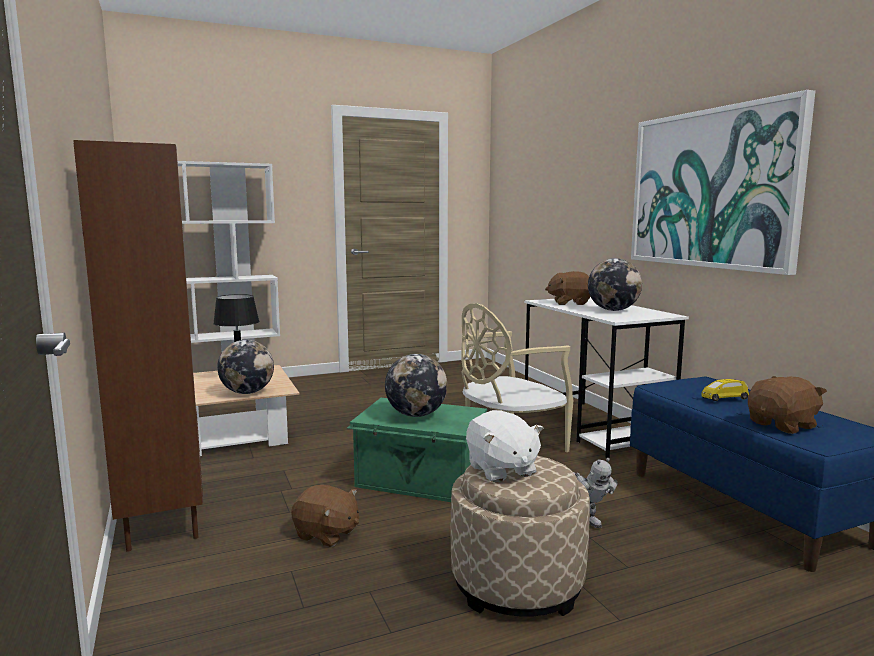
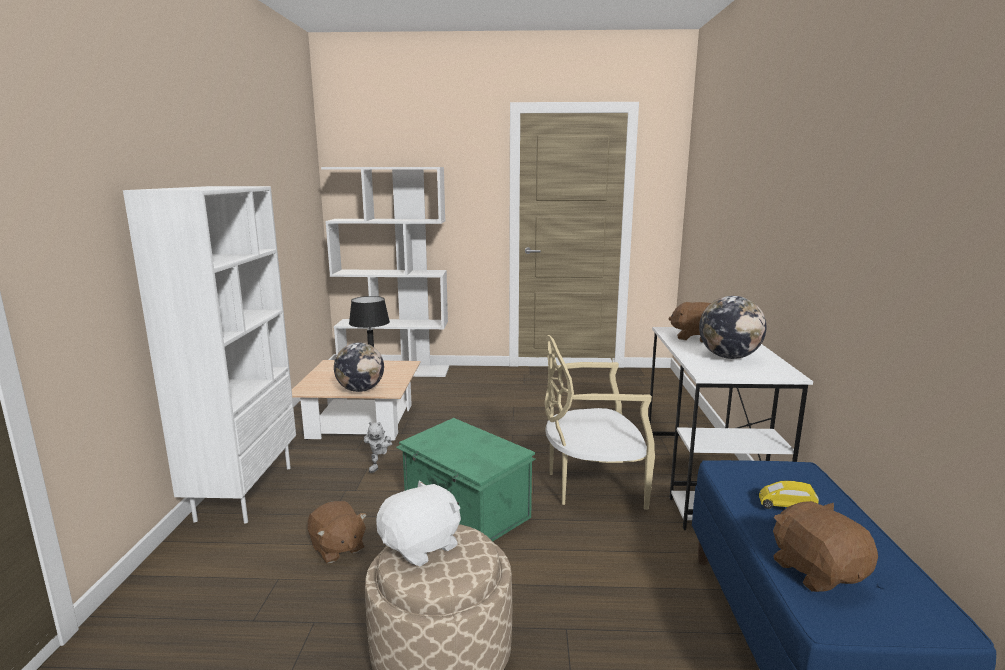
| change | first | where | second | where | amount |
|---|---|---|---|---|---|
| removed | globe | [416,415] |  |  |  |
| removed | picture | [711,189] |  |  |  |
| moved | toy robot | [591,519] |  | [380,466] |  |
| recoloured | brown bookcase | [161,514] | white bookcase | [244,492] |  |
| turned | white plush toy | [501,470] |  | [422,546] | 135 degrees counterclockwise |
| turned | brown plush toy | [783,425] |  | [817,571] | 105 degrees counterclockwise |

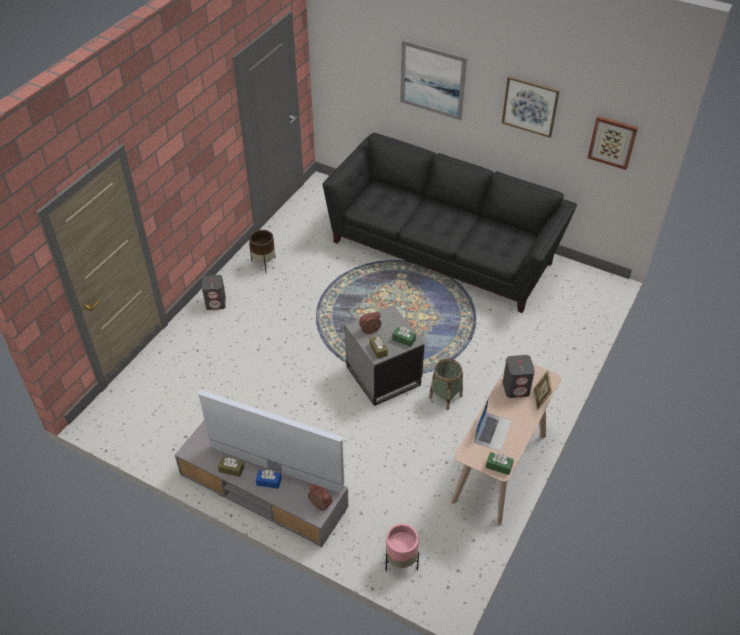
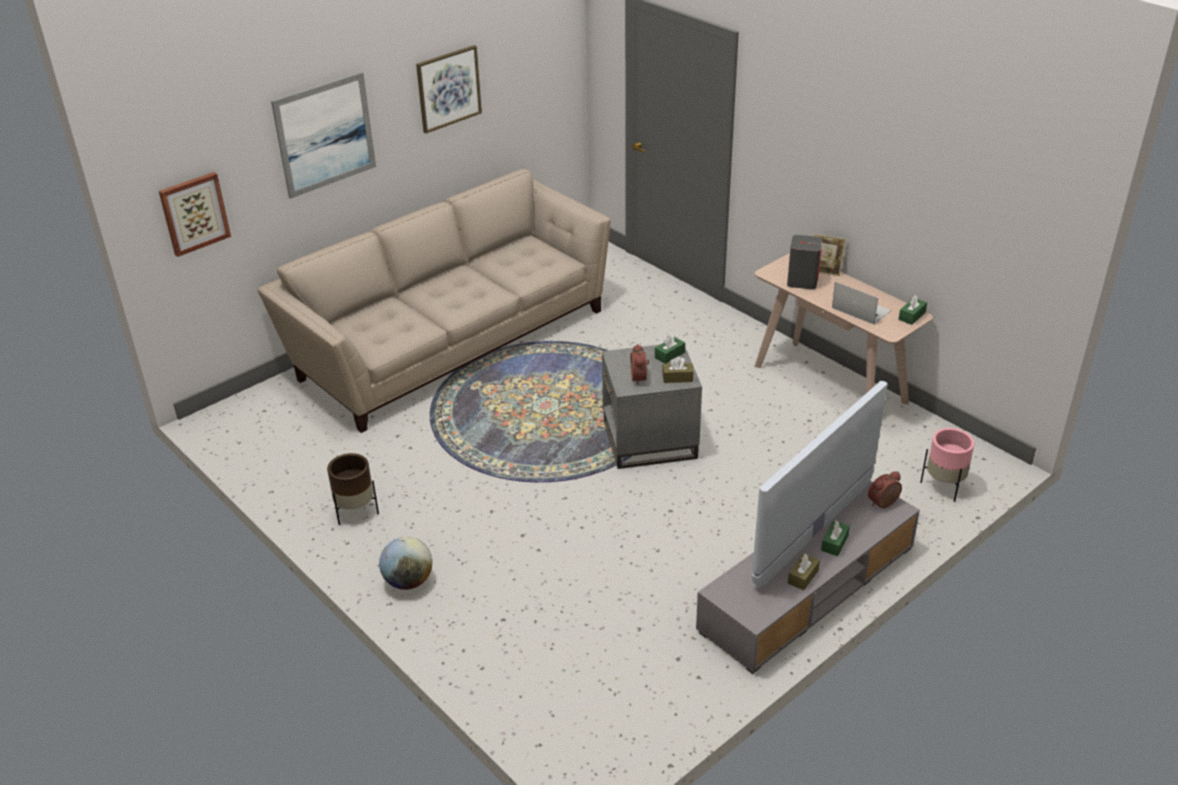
| change | first | where | second | where | amount |
|---|---|---|---|---|---|
| removed | basket | [445,396] |  |  |  |
| moved | picture | [612,142] |  | [194,213] |  |
| replaced | grey speaker | [216,303] | globe | [408,581] |  |
| recoloured | blue tissue box | [269,482] | green tissue box | [834,543] |  |
| recoloured | black sofa | [444,249] | beige sofa | [450,341] |  |

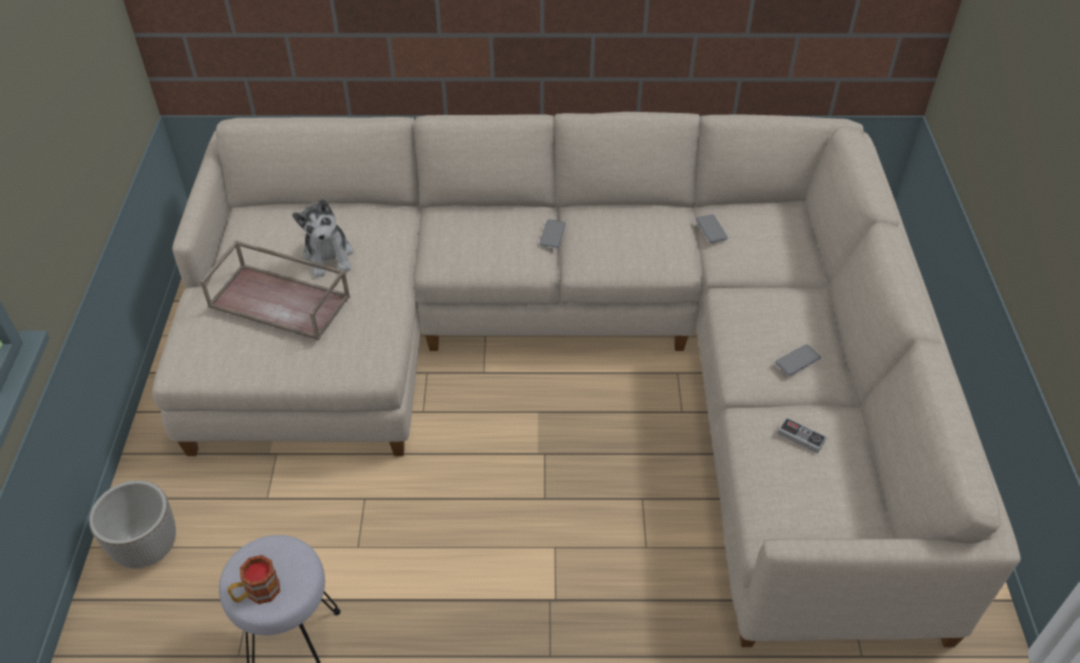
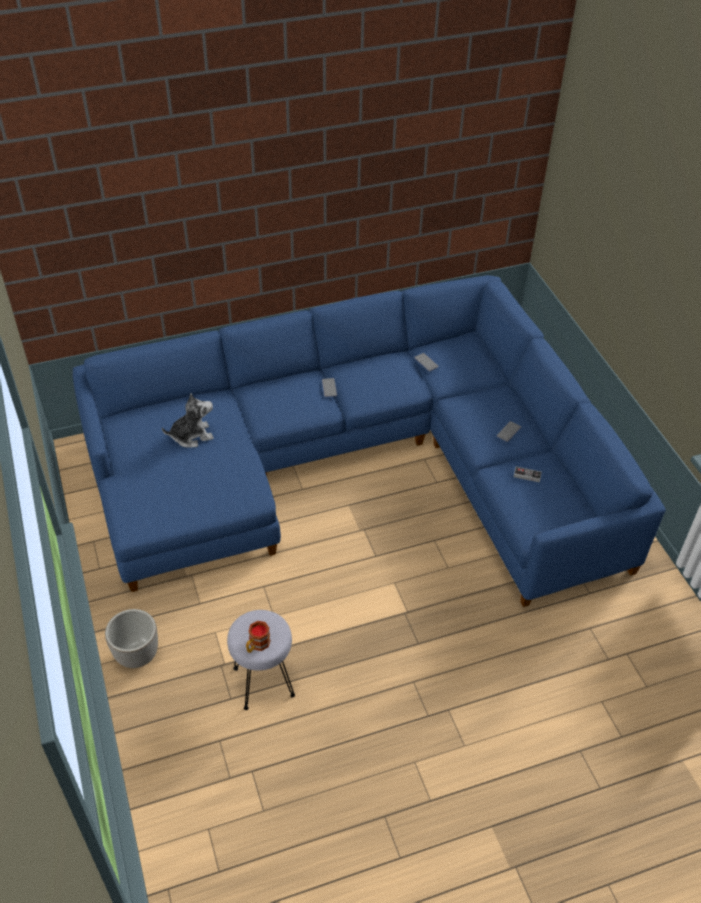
| change | first | where | second | where | amount |
|---|---|---|---|---|---|
| removed | brown tray | [281,301] |  |  |  |
| recoloured | beige sofa | [578,357] | blue sofa | [358,464] |  |
| turned | plush toy | [329,256] |  | [191,435] | 75 degrees counterclockwise |

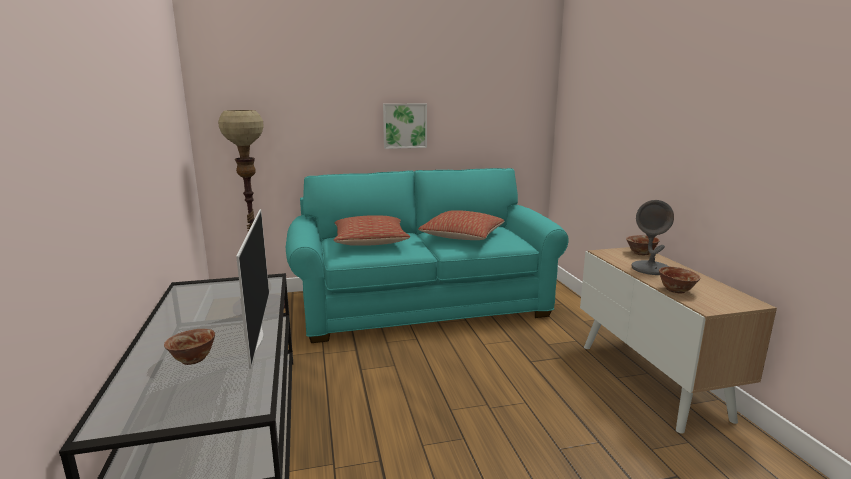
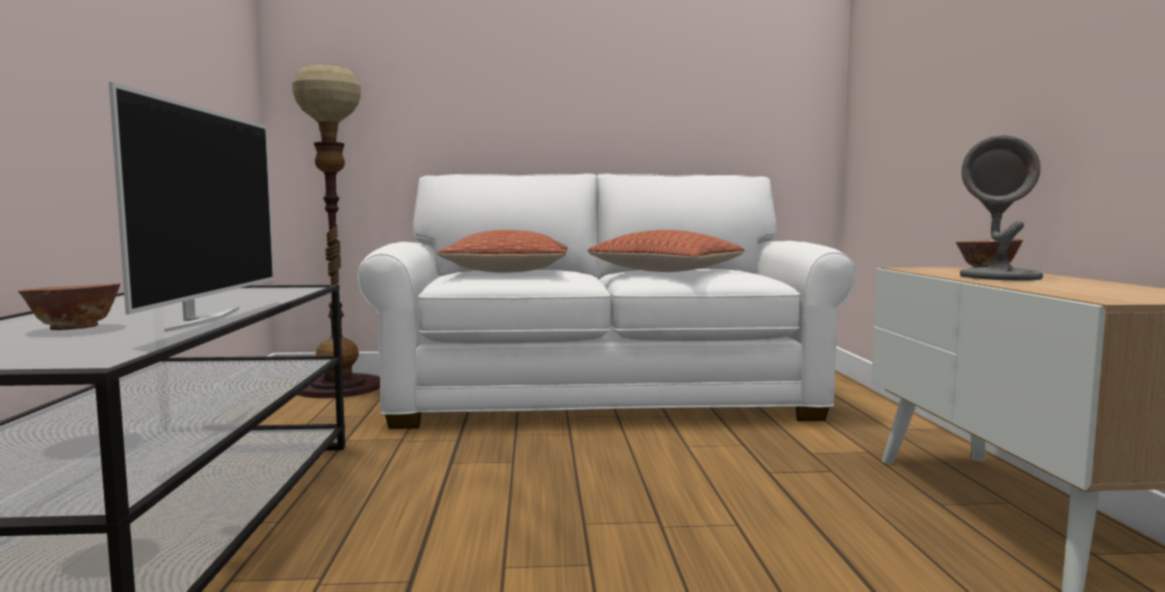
| change | first | where | second | where | amount |
|---|---|---|---|---|---|
| removed | picture | [404,125] |  |  |  |
| removed | bowl | [676,290] |  |  |  |
| recoloured | turquoise sofa | [423,304] | white sofa | [602,397] |  |

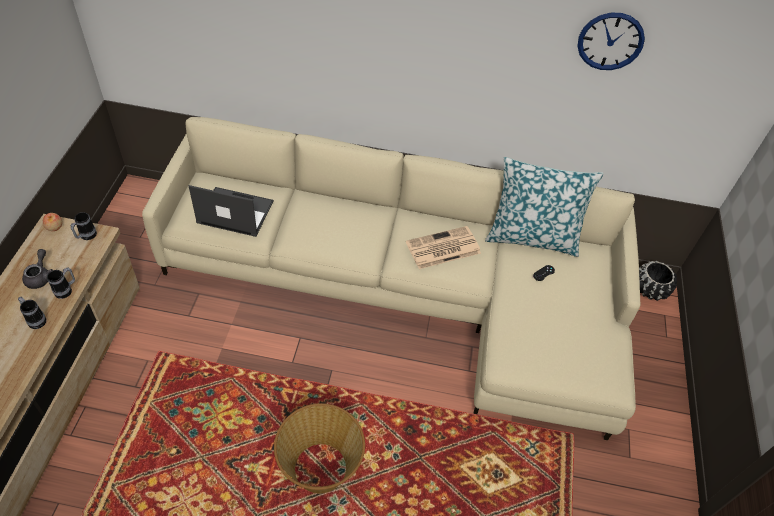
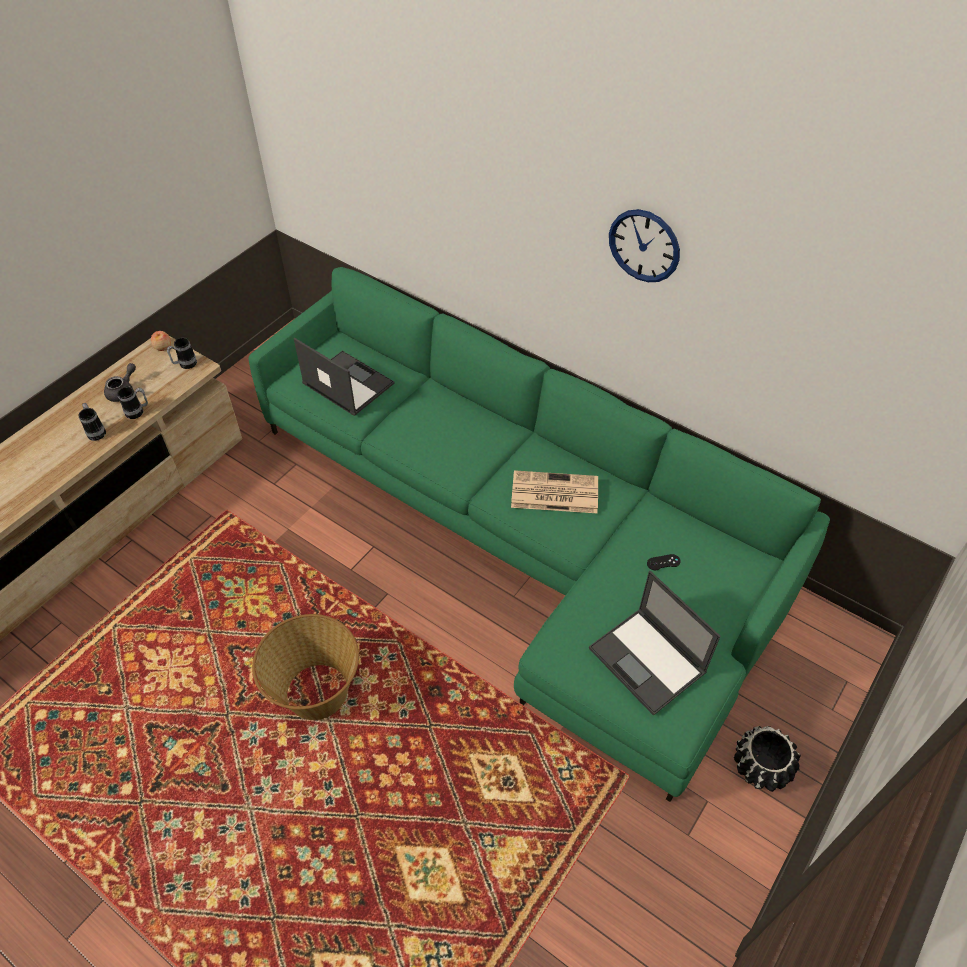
| change | first | where | second | where | amount |
|---|---|---|---|---|---|
| removed | pillow | [532,237] |  |  |  |
| added |  |  | laptop | [648,661] |  |
| moved | wall clock | [610,41] |  | [644,246] |  |
| moved | black planter | [650,289] |  | [761,767] |  |
| recoloured | beige sofa | [411,290] | green sofa | [527,537] |  |

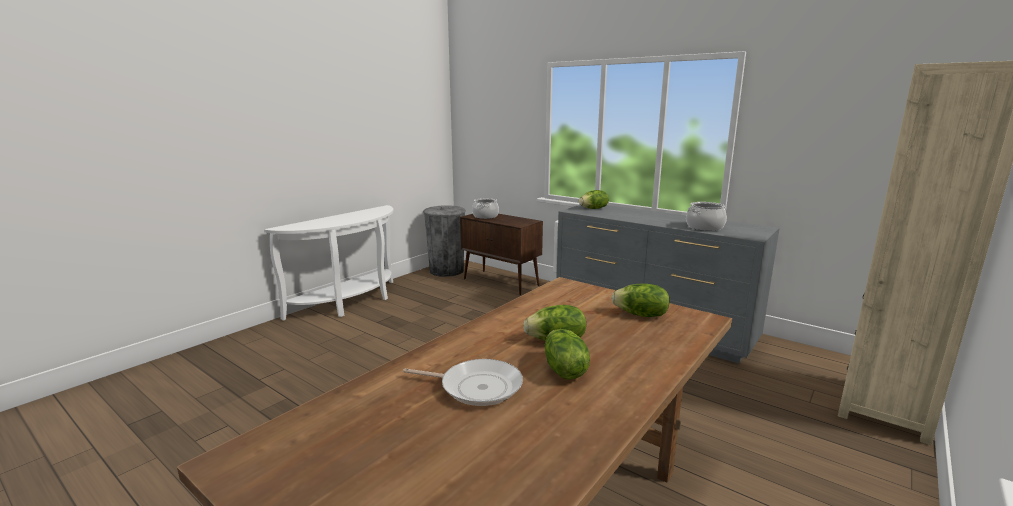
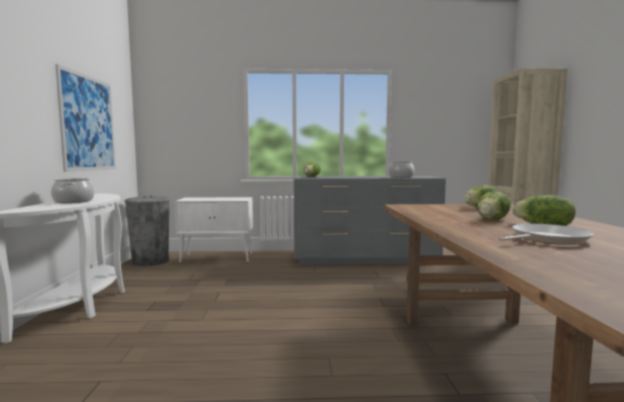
| change | first | where | second | where | amount |
|---|---|---|---|---|---|
| added |  |  | picture | [88,123] |  |
| moved | cooking pot | [485,216] |  | [74,201] |  |
| recoloured | brown cabinet | [501,282] | white cabinet | [217,258] |  |

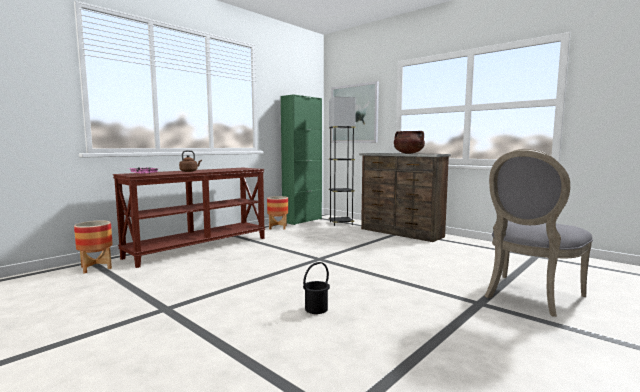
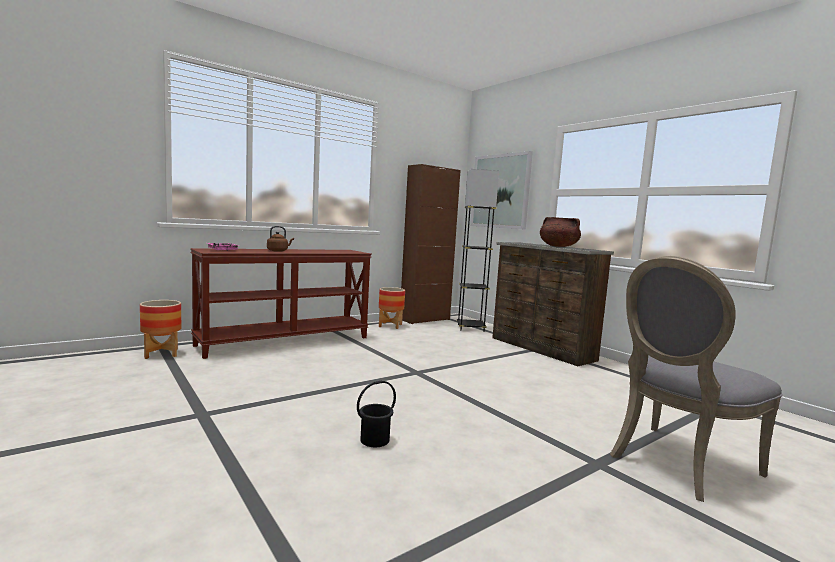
| change | first | where | second | where | amount |
|---|---|---|---|---|---|
| recoloured | green cabinet | [302,220] | brown cabinet | [425,319] |  |

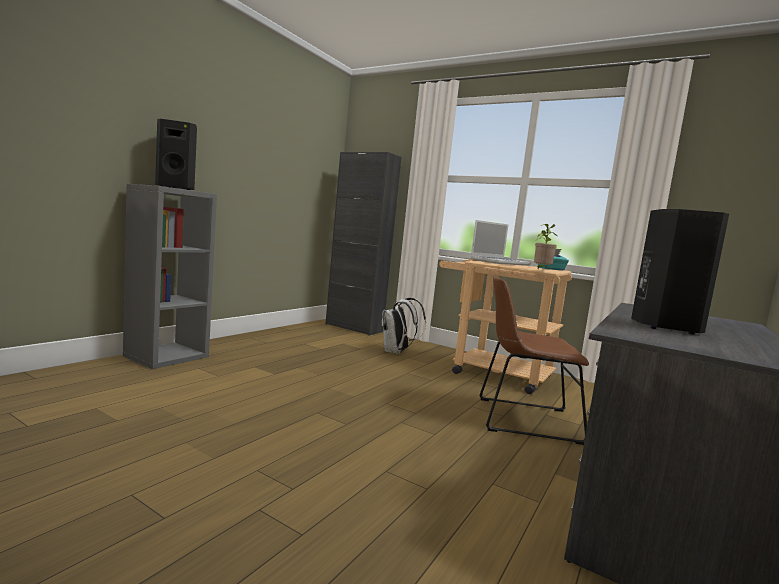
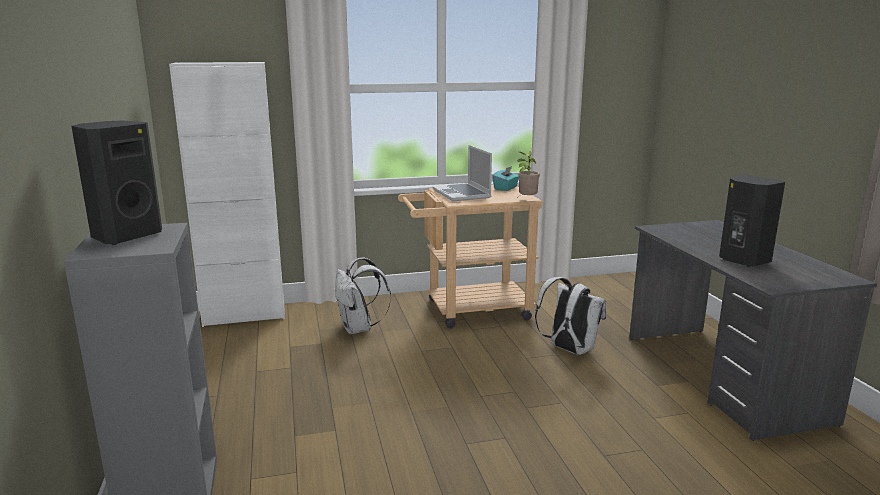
| change | first | where | second | where | amount |
|---|---|---|---|---|---|
| replaced | brown chair | [522,419] | white backpack | [569,349] |  |
| recoloured | black cabinet | [354,328] | white cabinet | [244,315] |  |
| turned | laptop | [499,262] |  | [462,194] | 150 degrees clockwise |

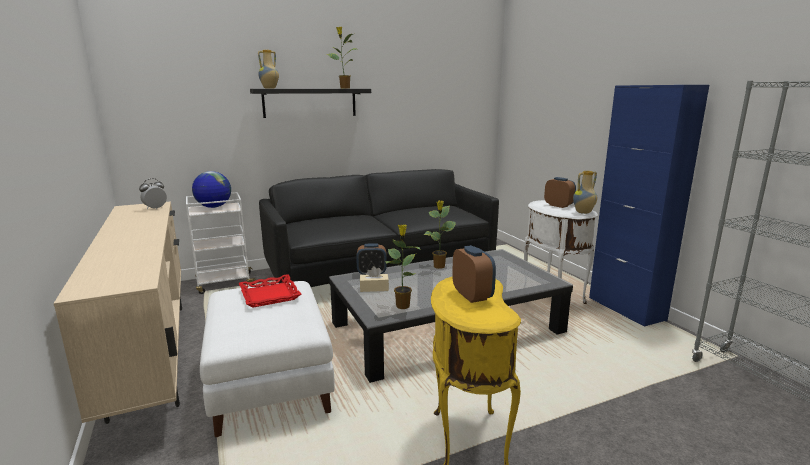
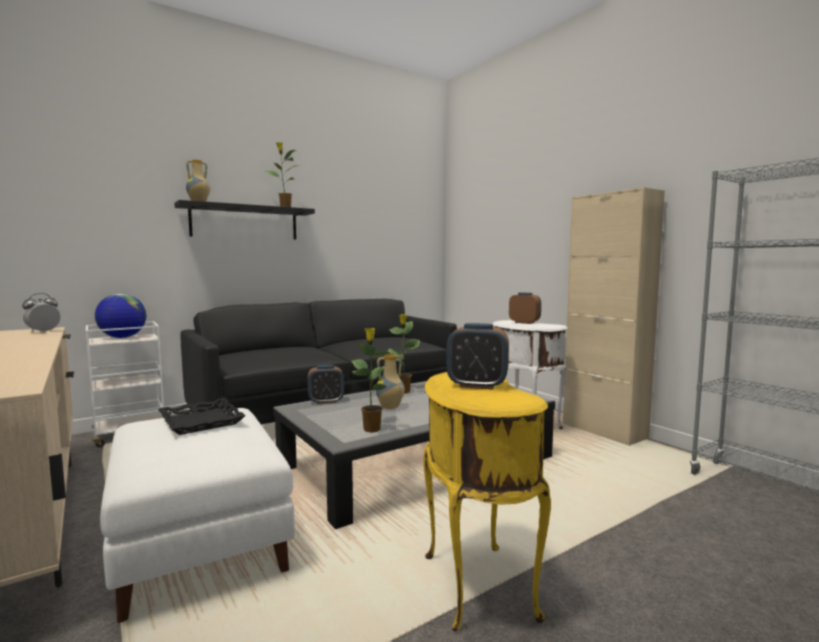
| change | first | where | second | where | amount |
|---|---|---|---|---|---|
| removed | beige tissue box | [374,288] |  |  |  |
| moved | vase | [583,212] |  | [390,407] |  |
| recoloured | red tray | [270,295] | black tray | [202,421] |  |
| recoloured | blue cabinet | [626,309] | beige cabinet | [604,431] |  |
| turned | alarm clock | [472,296] |  | [477,385] | 135 degrees clockwise |

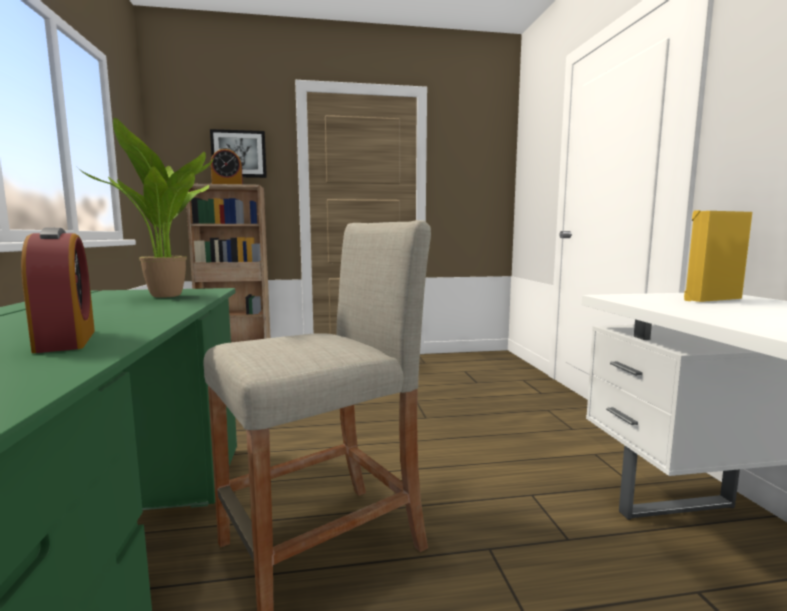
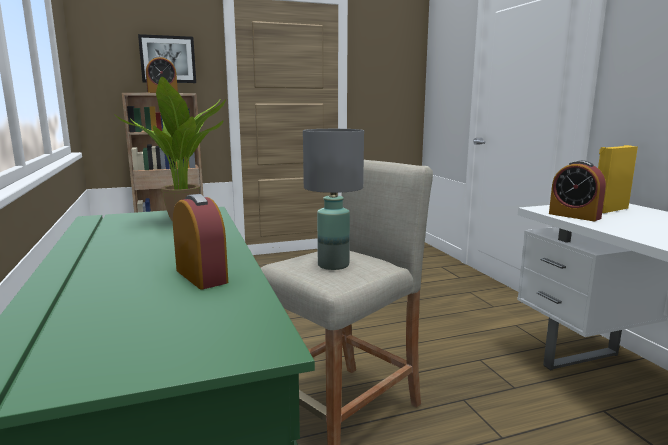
| change | first | where | second | where | amount |
|---|---|---|---|---|---|
| added |  |  | grey table lamp | [332,265] |  |
| added |  |  | alarm clock | [574,216] |  |

